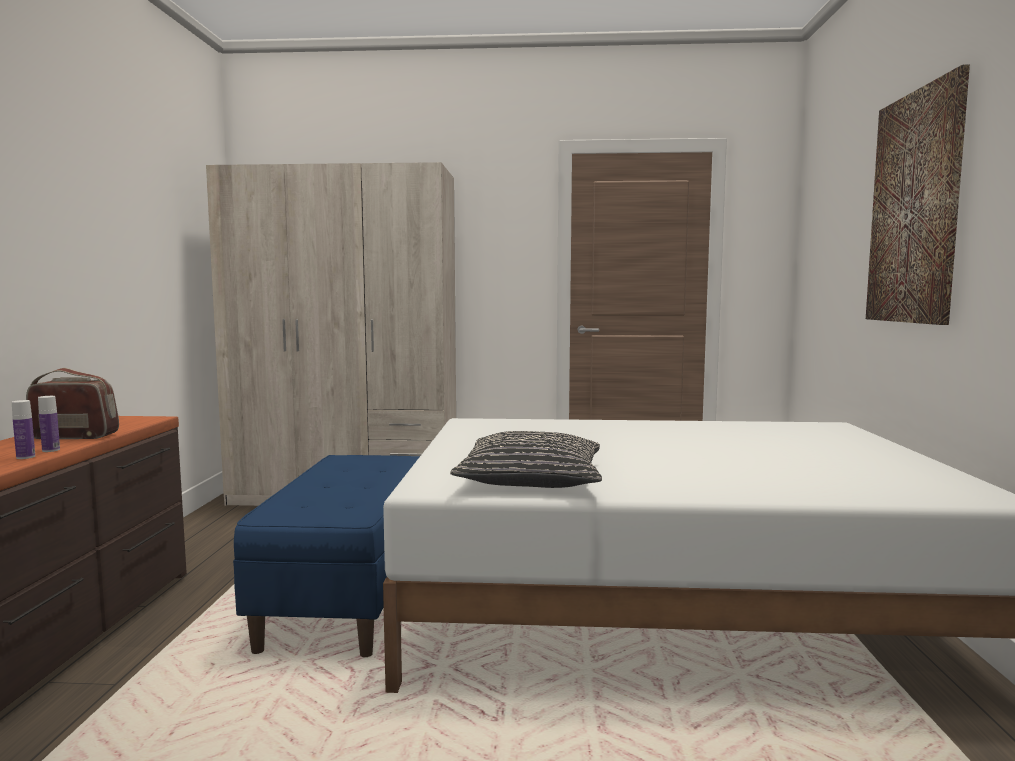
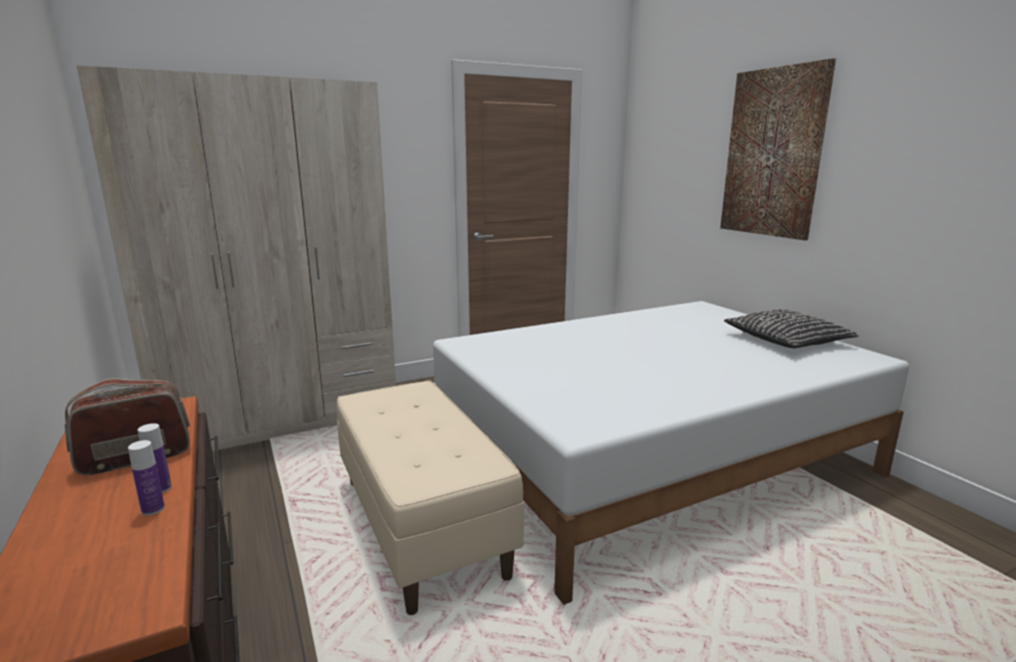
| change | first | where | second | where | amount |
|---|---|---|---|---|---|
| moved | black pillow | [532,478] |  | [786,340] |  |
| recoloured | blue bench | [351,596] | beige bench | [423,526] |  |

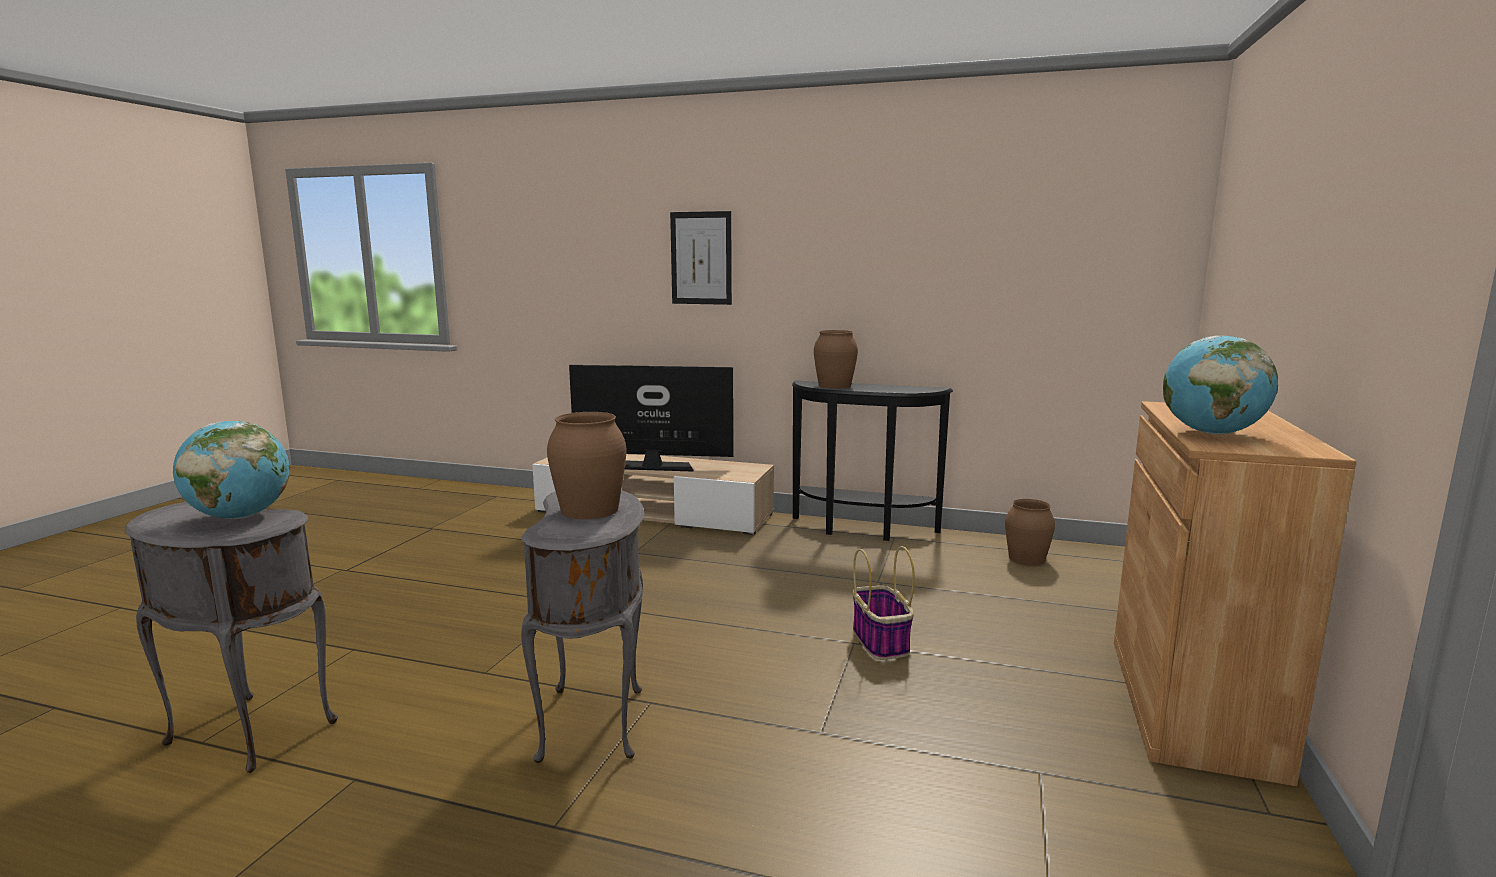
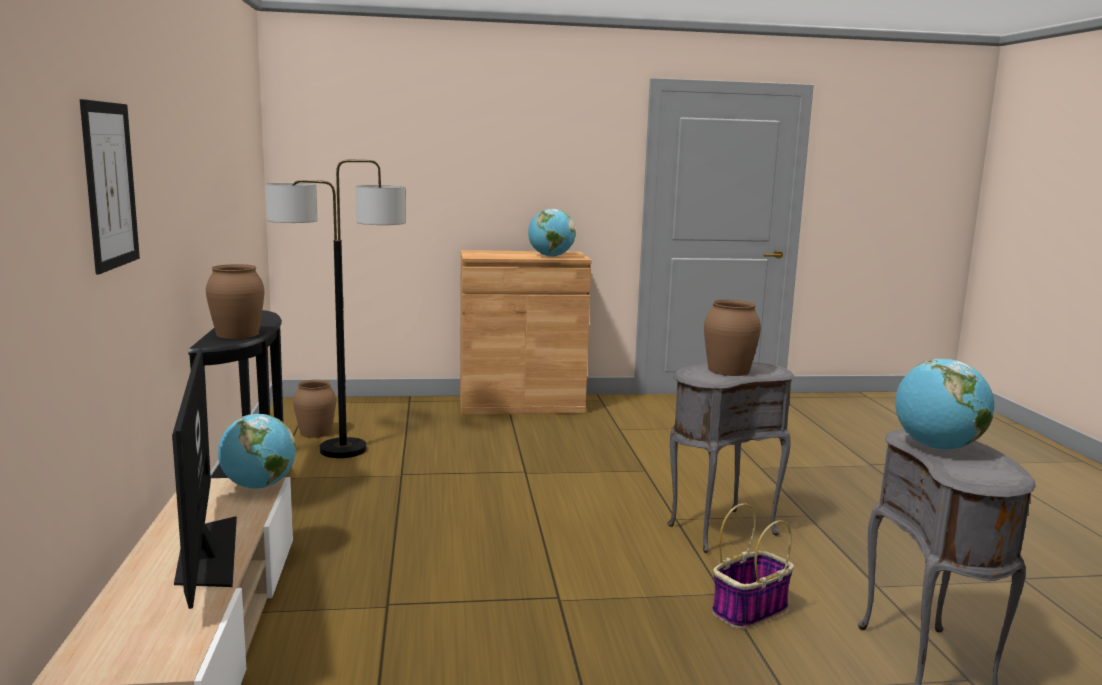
| change | first | where | second | where | amount |
|---|---|---|---|---|---|
| added |  |  | globe | [258,486] |  |
| added |  |  | floor lamp | [343,450] |  |
| moved | basket | [881,642] |  | [750,610] |  |

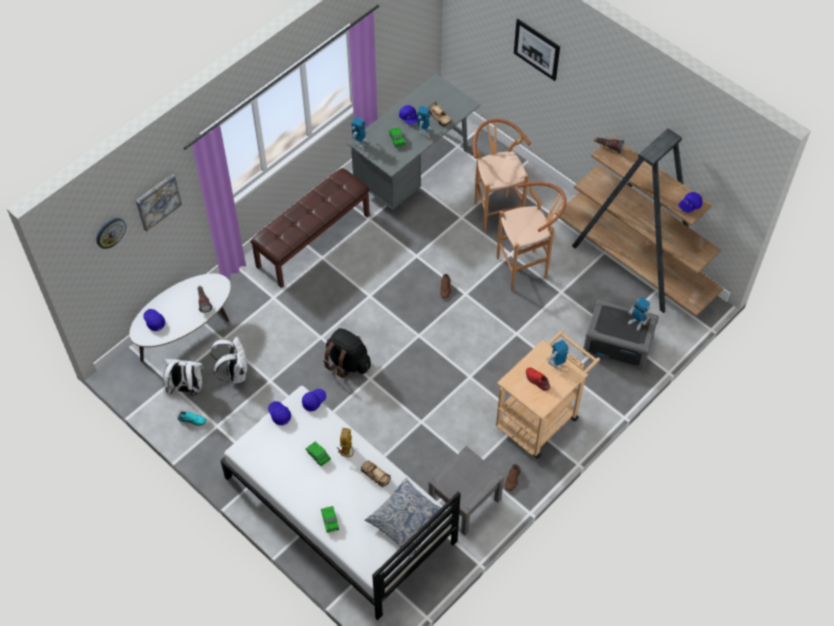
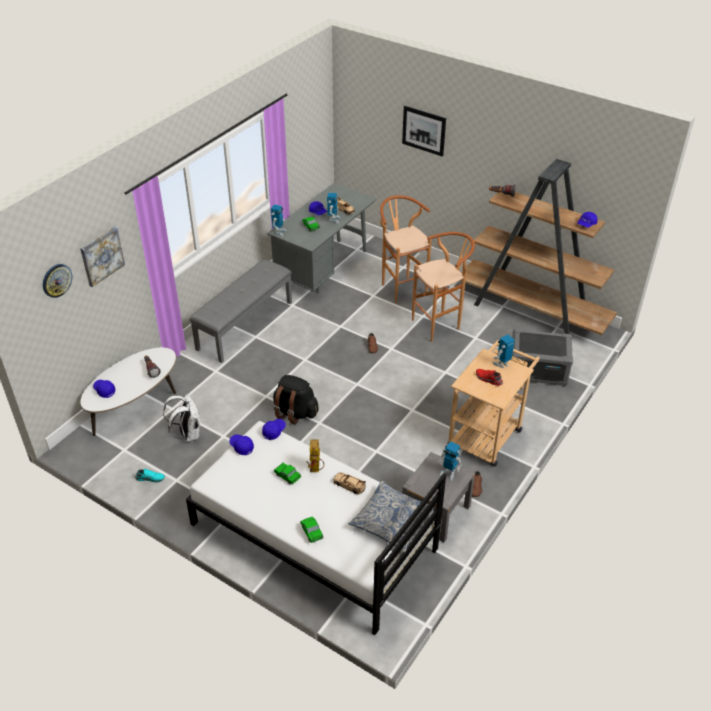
| change | first | where | second | where | amount |
|---|---|---|---|---|---|
| removed | white backpack | [187,388] |  |  |  |
| moved | toy robot | [637,322] |  | [448,473] |  |
| recoloured | brown bench | [313,240] | grey bench | [244,325] |  |

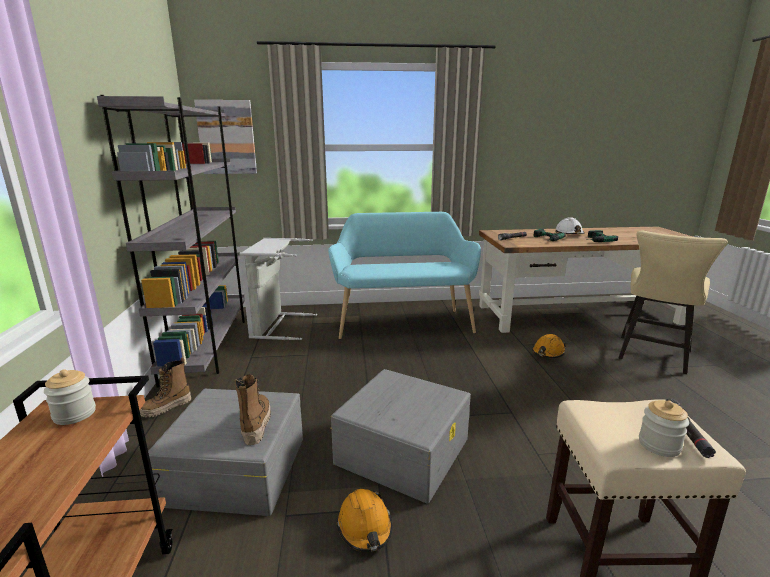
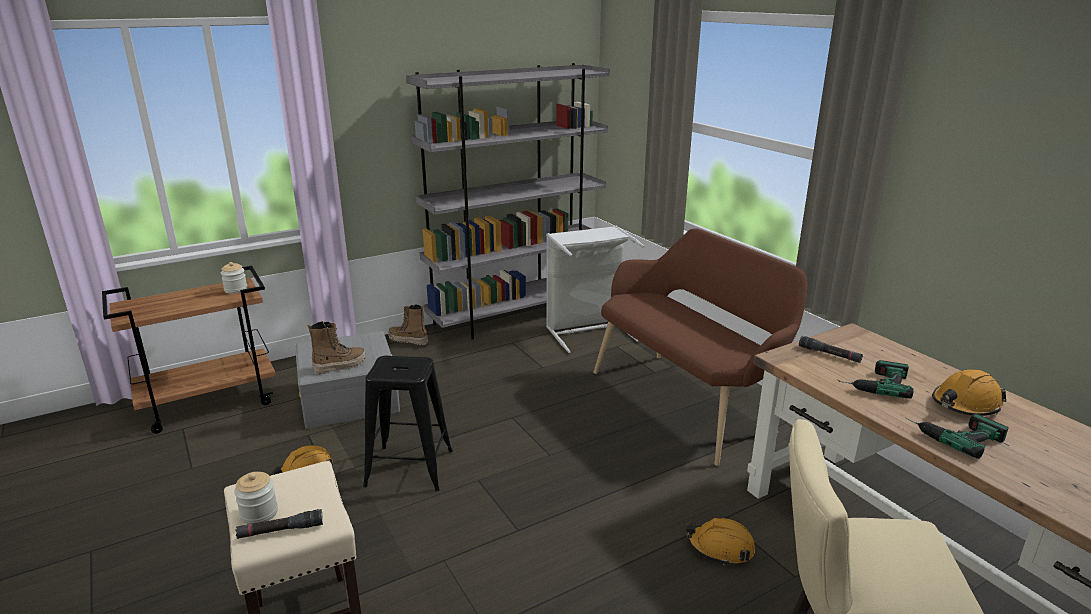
| change | first | where | second | where | amount |
|---|---|---|---|---|---|
| removed | picture | [227,137] |  |  |  |
| replaced | grey storage box | [403,449] | black stool | [408,468] |  |
| recoloured | turquoise bench | [403,321] | brown bench | [688,400] |  |
| recoloured | white hard hat | [569,234] | orange hard hat | [965,404] |  |

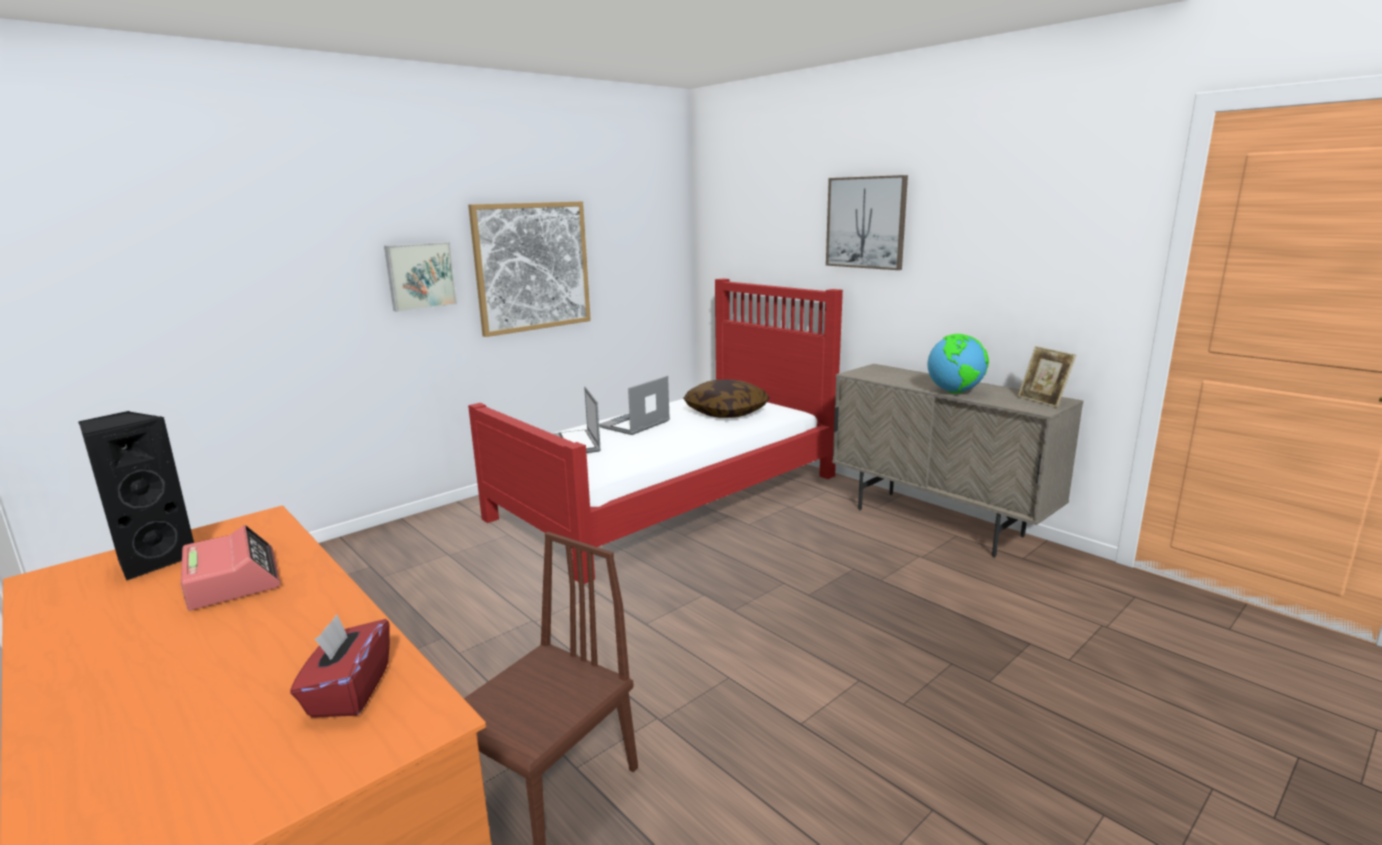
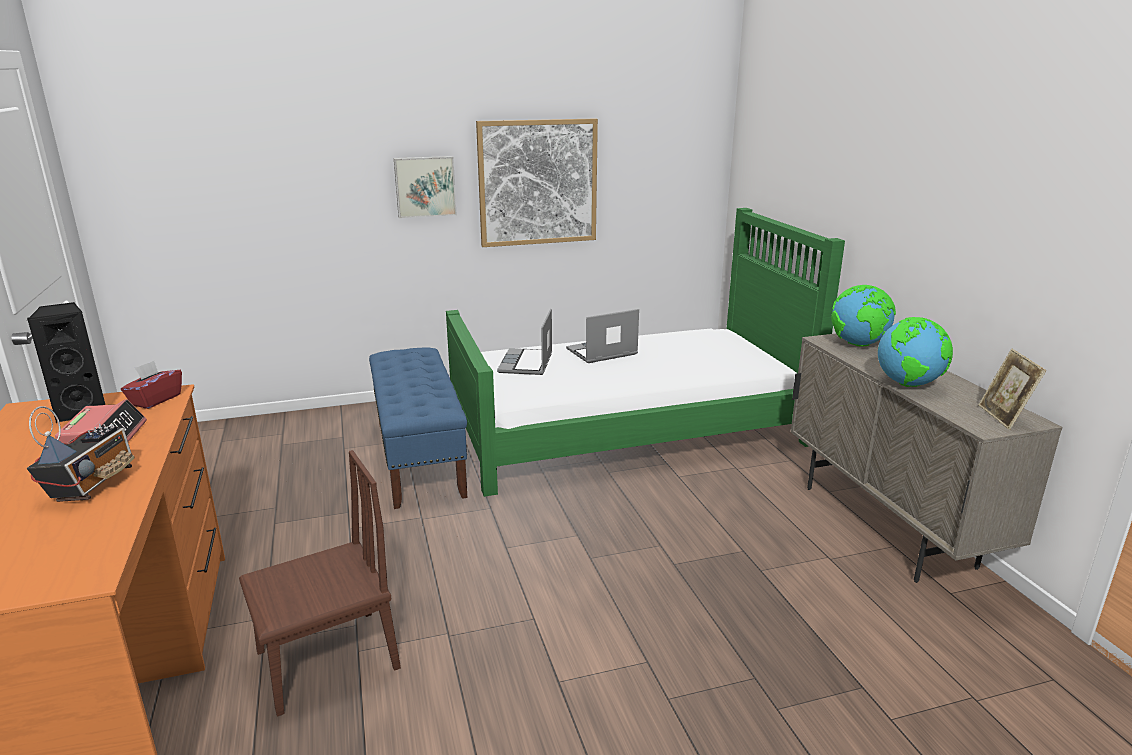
| change | first | where | second | where | amount |
|---|---|---|---|---|---|
| removed | pillow | [726,412] |  |  |  |
| removed | picture | [866,222] |  |  |  |
| added |  |  | radio | [92,485] |  |
| added |  |  | blue bench | [419,458] |  |
| added |  |  | globe | [859,345] |  |
| moved | red tissue box | [349,692] |  | [155,400] |  |
| recoloured | red bed | [670,496] | green bed | [628,429] |  |

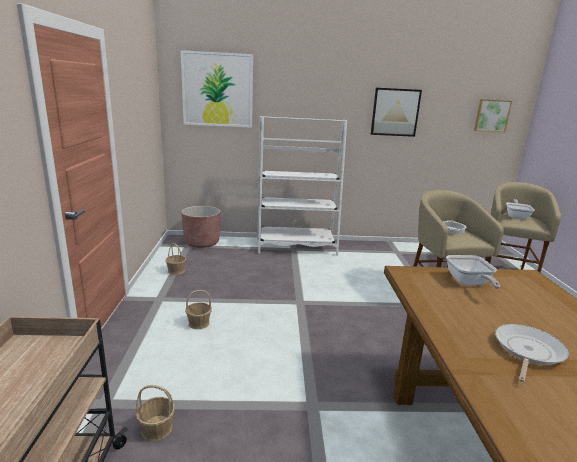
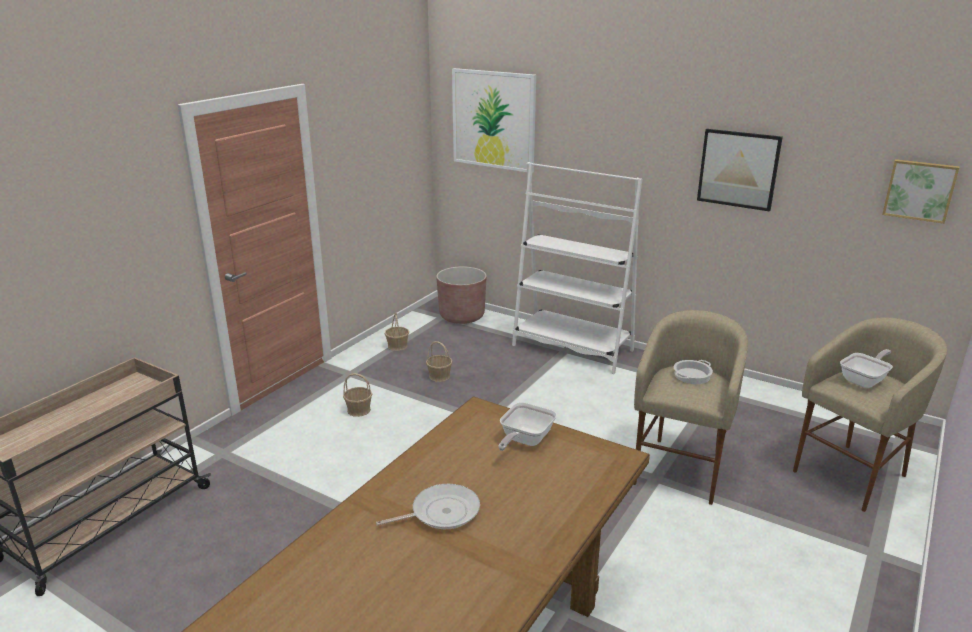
| change | first | where | second | where | amount |
|---|---|---|---|---|---|
| moved | basket | [157,428] |  | [439,376] |  |

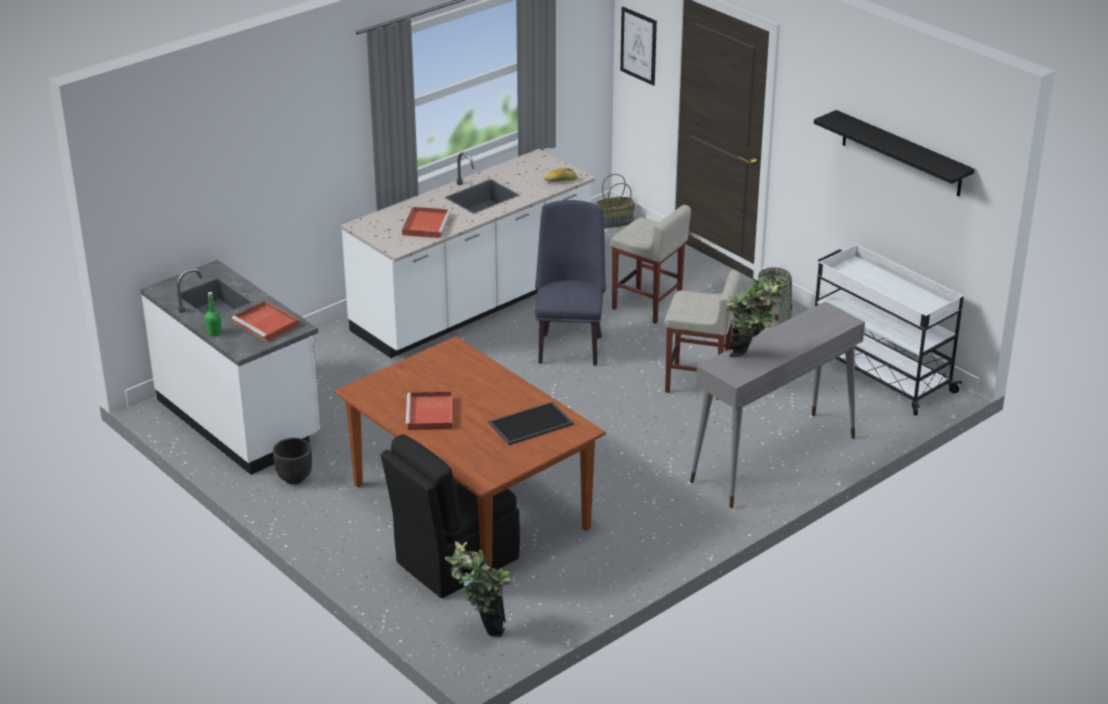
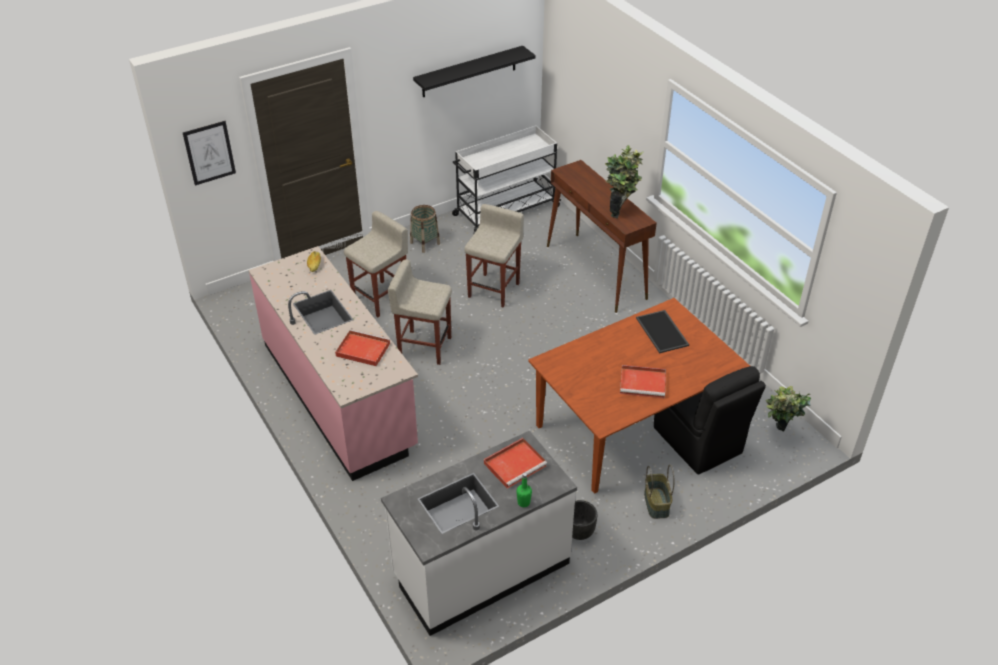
| change | first | where | second | where | amount |
|---|---|---|---|---|---|
| moved | basket | [614,222] |  | [657,503] |  |
| replaced | blue chair | [569,345] | beige stool | [424,347] |  |
| recoloured | white counter | [473,304] | pink counter | [339,395] |  |
| recoloured | grey console table | [773,460] | brown console table | [596,272] |  |

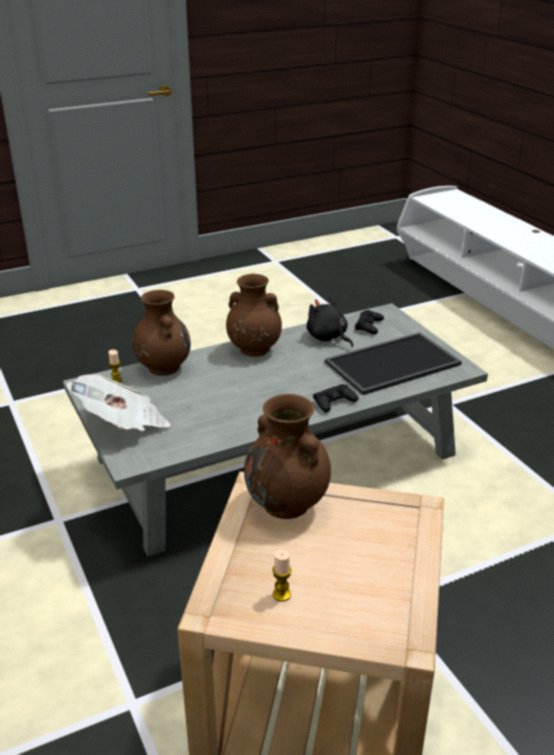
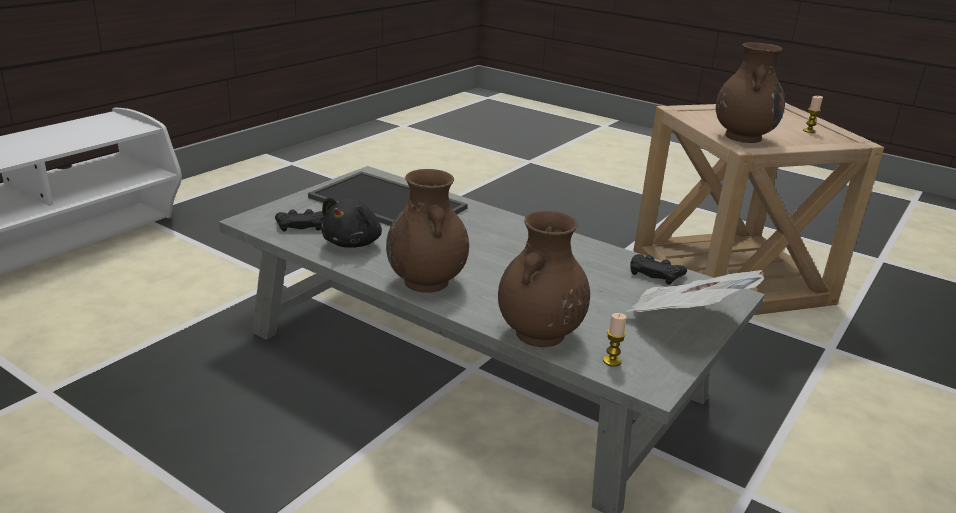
| change | first | where | second | where | amount |
|---|---|---|---|---|---|
| moved | black game controller | [334,402] |  | [655,273] |  |

